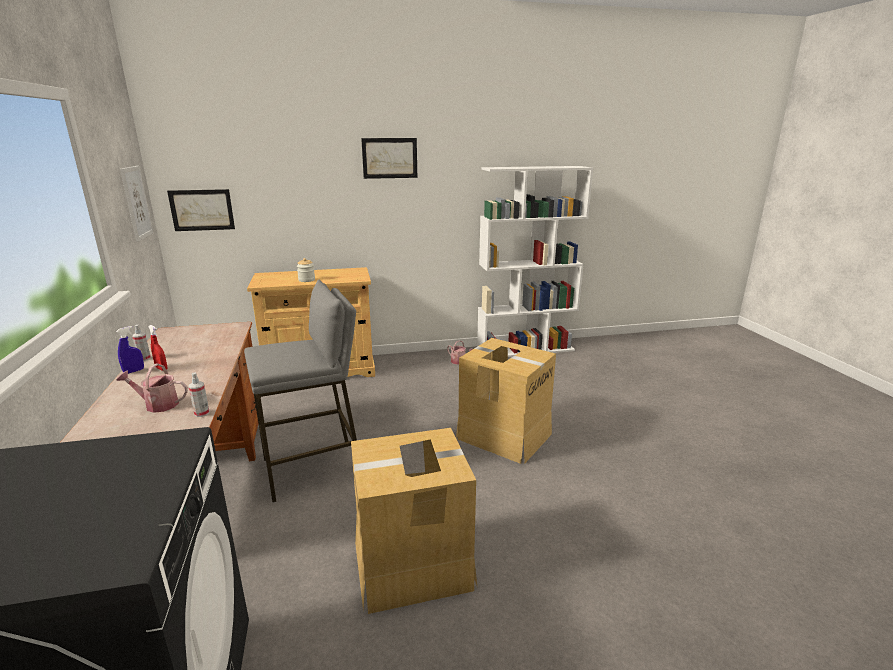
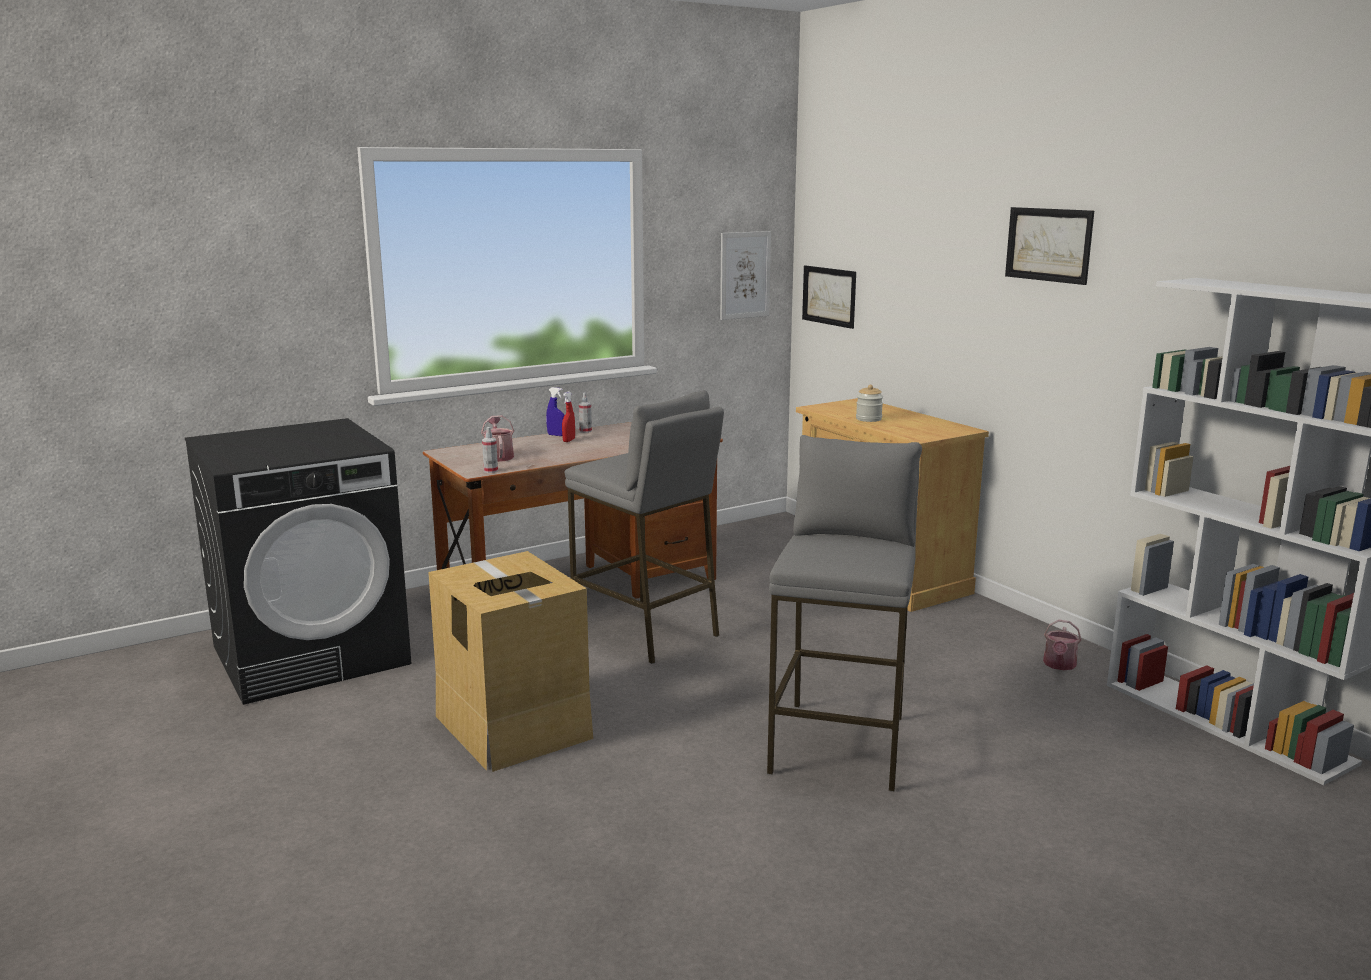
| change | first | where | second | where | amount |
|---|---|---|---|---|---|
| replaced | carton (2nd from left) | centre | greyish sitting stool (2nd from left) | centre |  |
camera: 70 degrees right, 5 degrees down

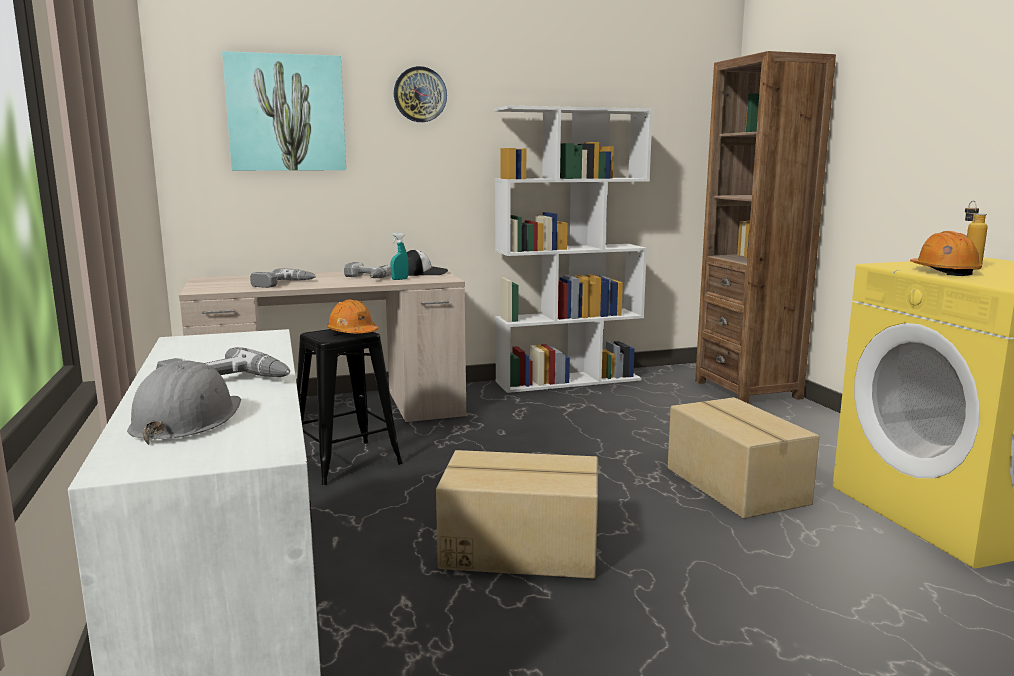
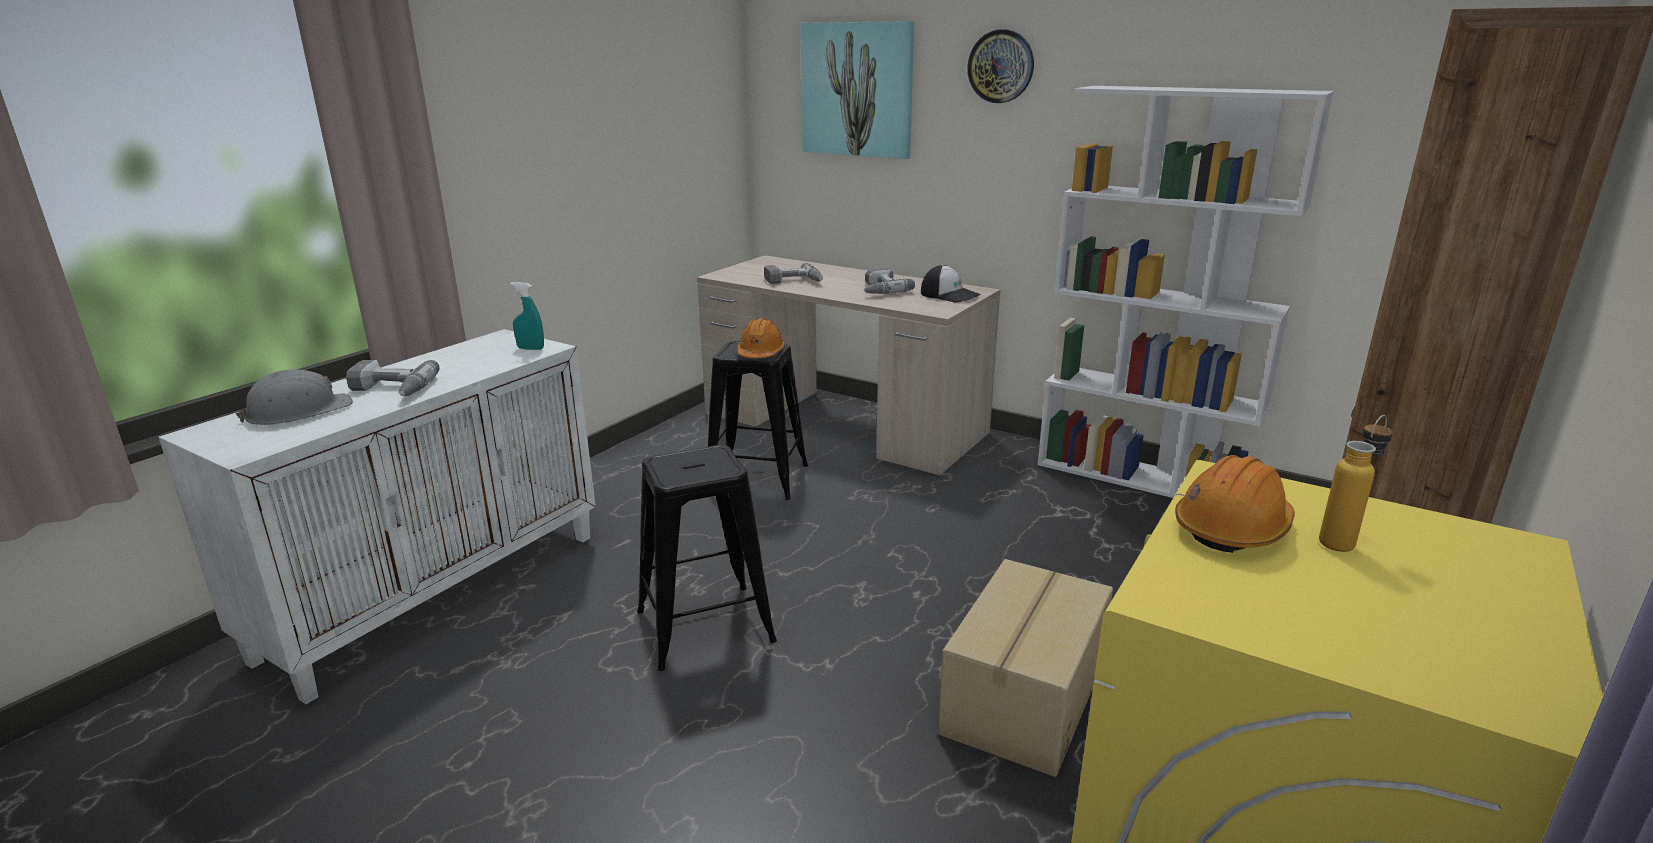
| change | first | where | second | where | amount |
|---|---|---|---|---|---|
| moved | turquoise-coloured hand sprayer | centre |  | middle left |  |
| replaced | carton (1st from left) | bottom centre | black-coloured sitting stool (1st from left) | centre |  |
camera: 50 degrees right, 10 degrees up

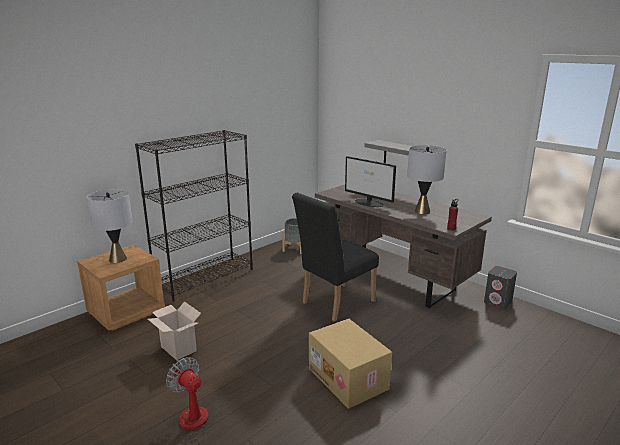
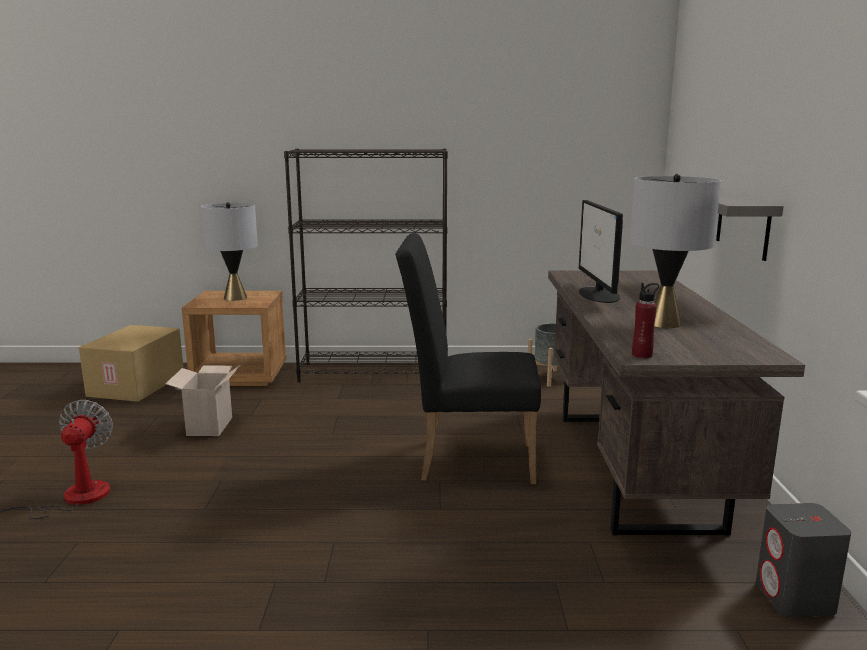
| change | first | where | second | where | amount |
|---|---|---|---|---|---|
| moved | carton (2nd from left in the first image) | bottom centre | carton (1st from left) | middle left |  |
camera: 45 degrees right, 5 degrees down

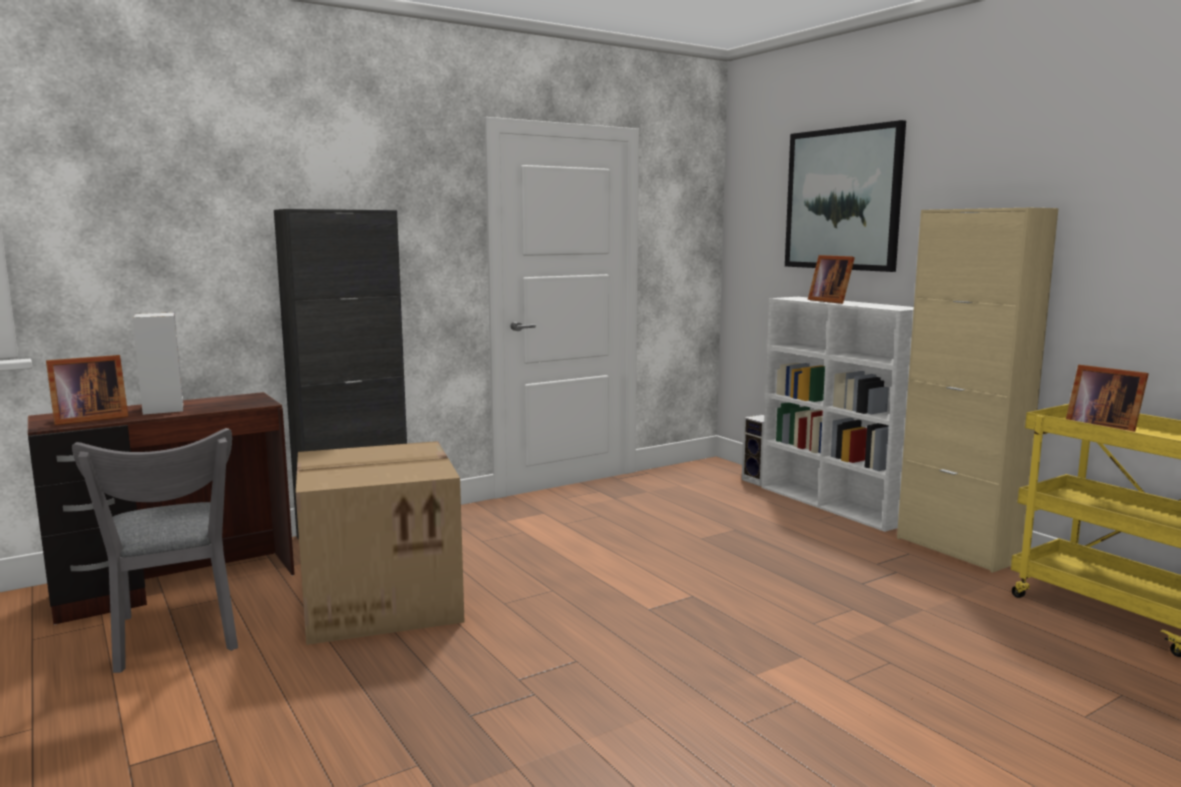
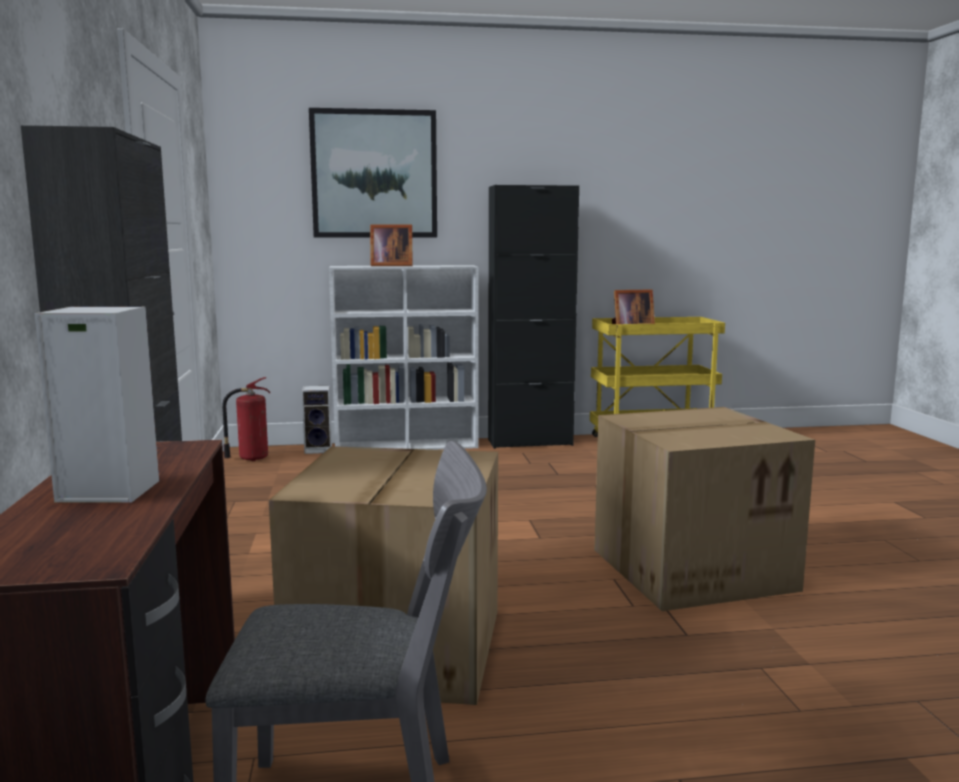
| change | first | where | second | where | amount |
|---|---|---|---|---|---|
| added |  |  | extinguisher | middle left |  |
| recoloured | sand-coloured storage cabinet | middle right | black-coloured storage cabinet (2nd from left) | centre |  |
| added |  |  | carton (2nd from left) | middle right |  |
| removed | standing frame (1st from left) | middle left |  |  |  |
camera: 65 degrees left, 0 degrees up

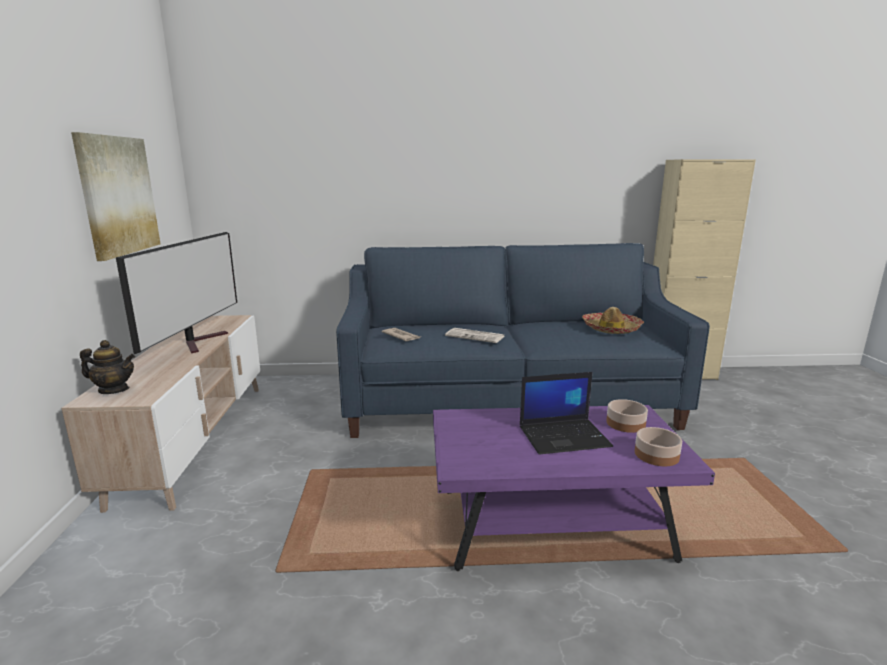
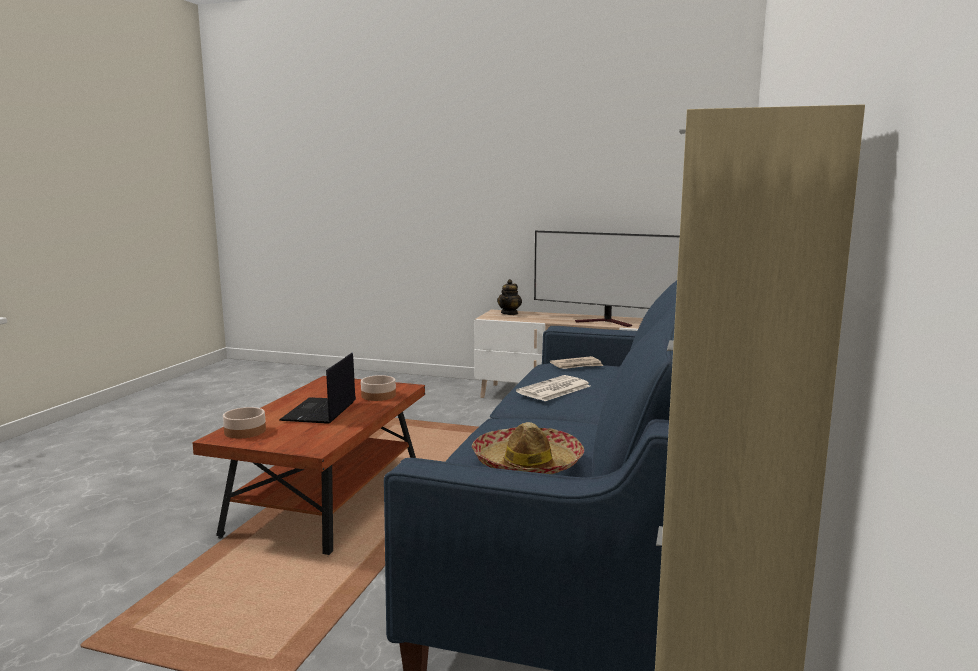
| change | first | where | second | where | amount |
|---|---|---|---|---|---|
| recoloured | purplish lounge table | bottom centre | brown lounge table | bottom left |  |
| moved | deep dish (1st from left in the first image) | middle right | deep dish (2nd from left) | centre |  |
| removed | wall picture | top left |  |  |  |
camera: 110 degrees right, 5 degrees down

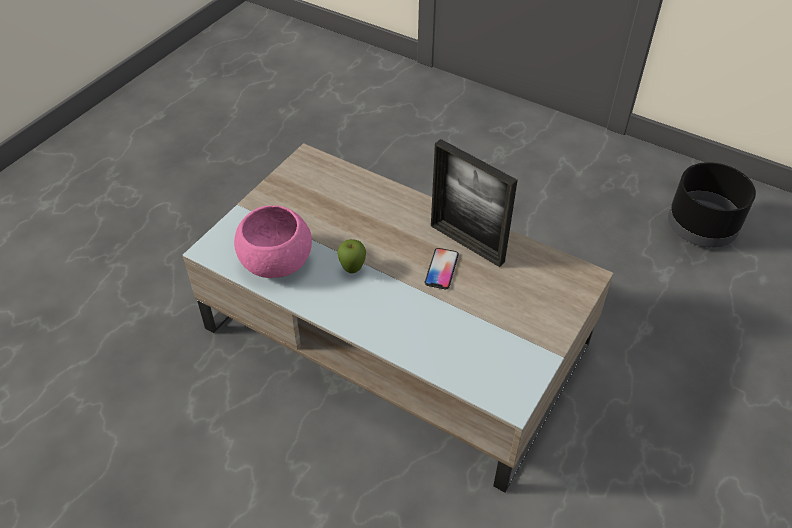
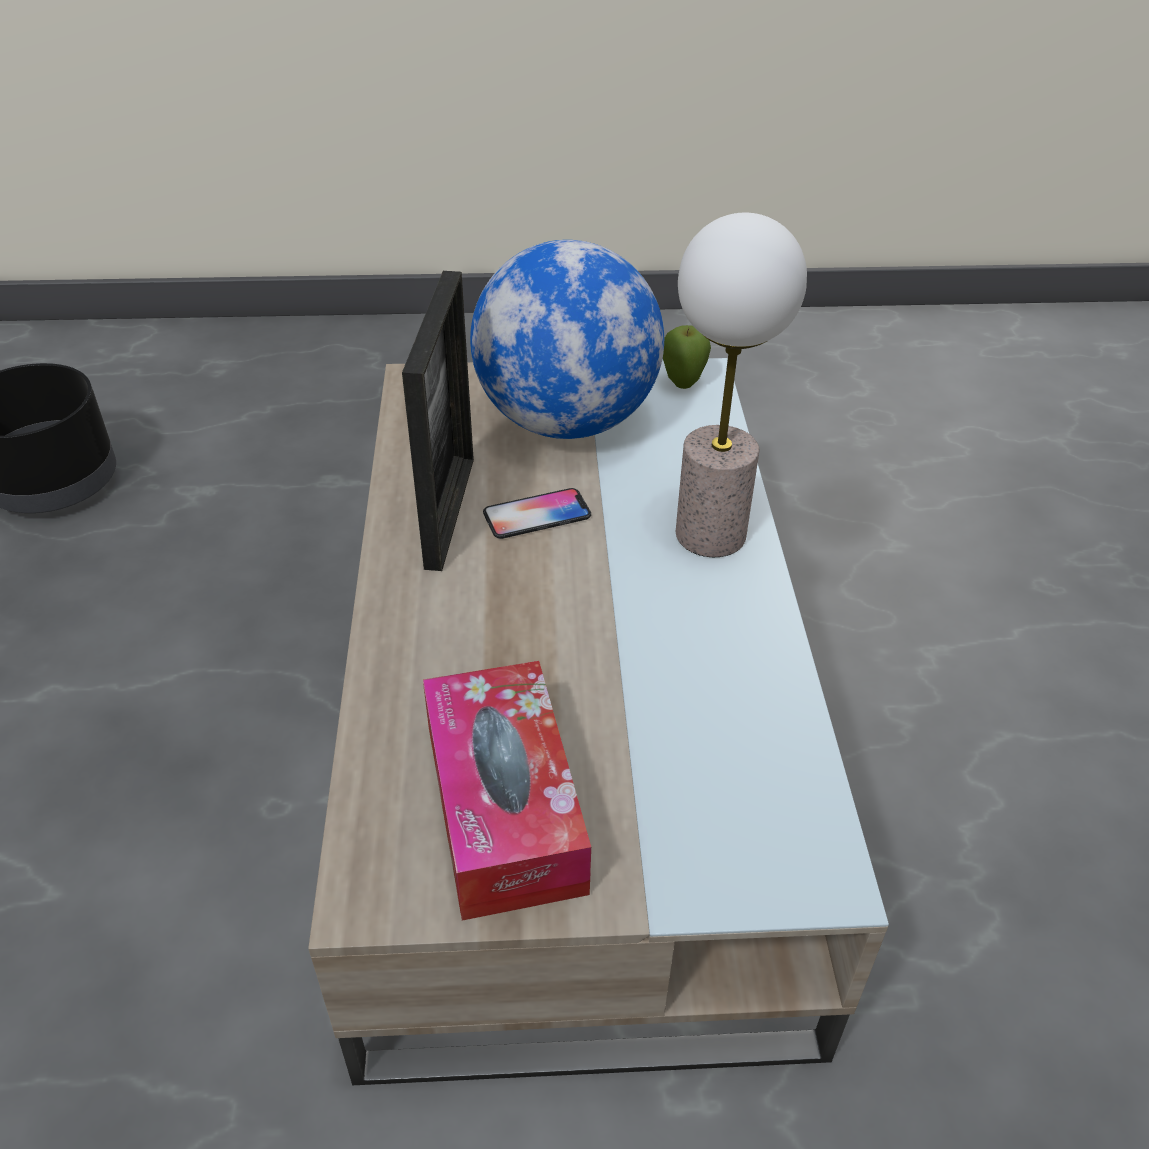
| change | first | where | second | where | amount |
|---|---|---|---|---|---|
| added |  |  | tissue box | bottom centre |  |
| added |  |  | globe | top centre |  |
| moved | apple | centre |  | top centre |  |
| added |  |  | table lamp | centre |  |
| removed | pink deep dish | centre |  |  |  |
camera: 125 degrees left, 5 degrees down

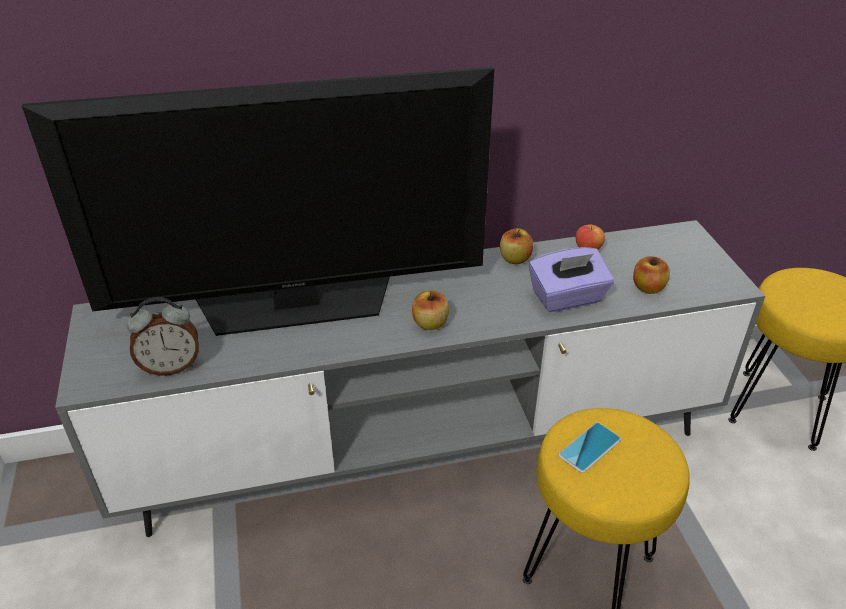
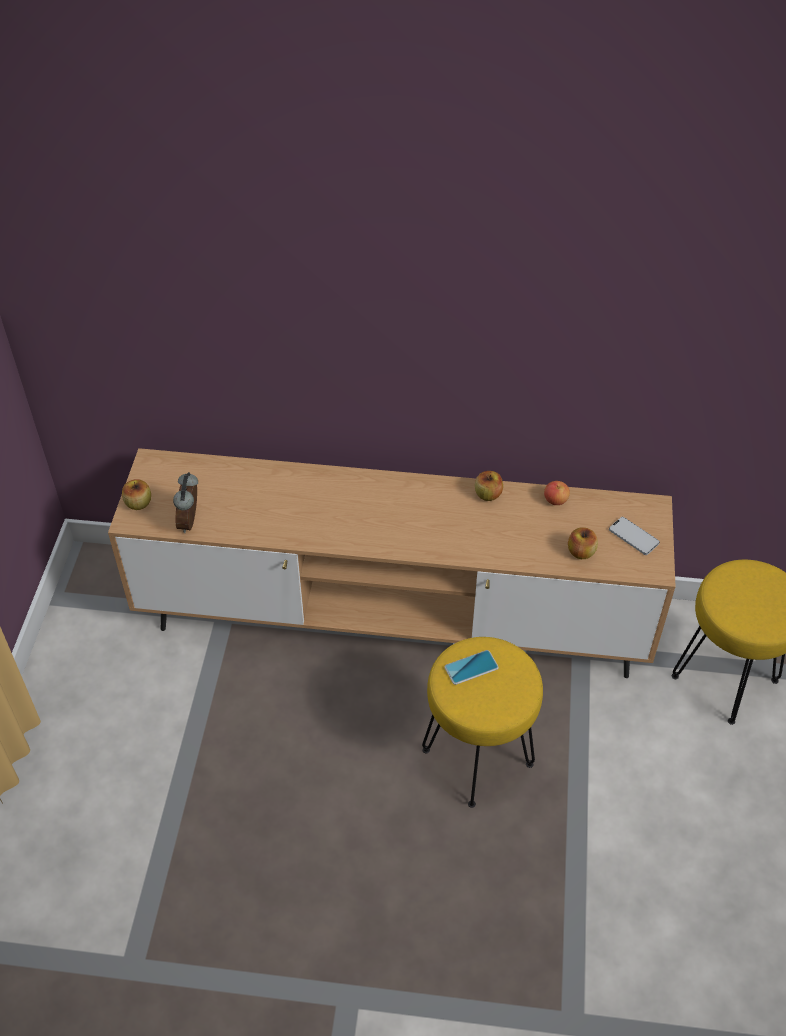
| change | first | where | second | where | amount |
|---|---|---|---|---|---|
| recoloured | greyish media console | centre | brown media console | centre |  |
| moved | apple (1st from left) | centre |  | middle left |  |
| turned | alarm clock | middle left |  | middle left | 90 degrees clockwise |
| added |  |  | telephone (2nd from left) | middle right |  |
| removed | TV | top left |  |  |  |
| removed | purplish tissue box | middle right |  |  |  |
camera: 20 degrees right, 10 degrees up

